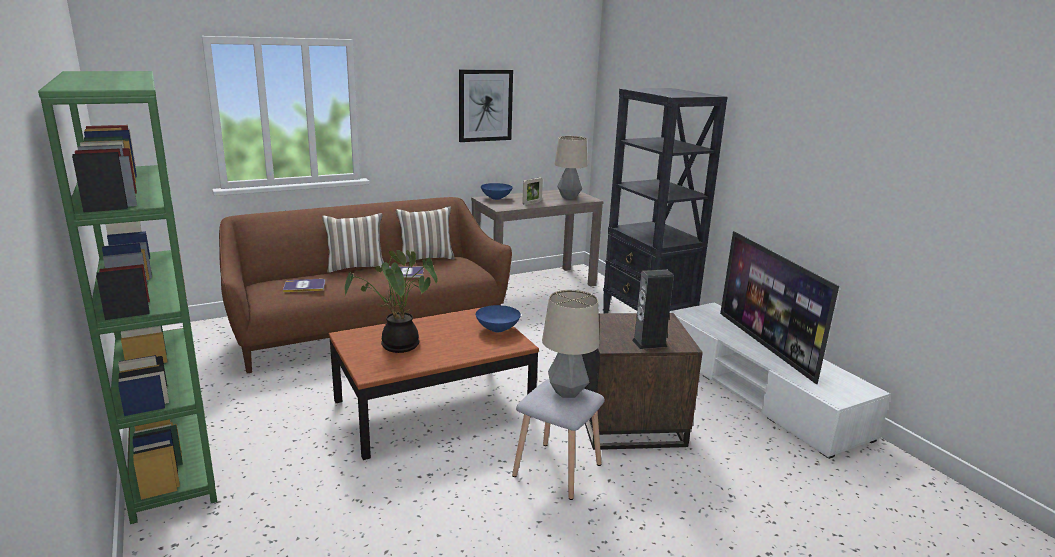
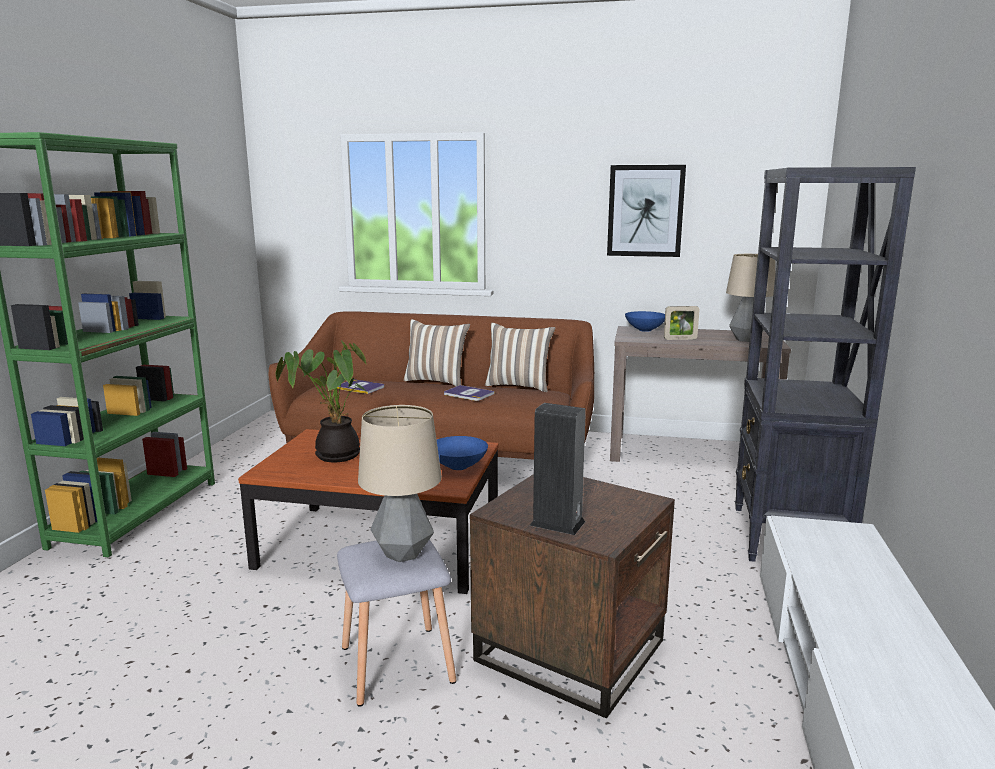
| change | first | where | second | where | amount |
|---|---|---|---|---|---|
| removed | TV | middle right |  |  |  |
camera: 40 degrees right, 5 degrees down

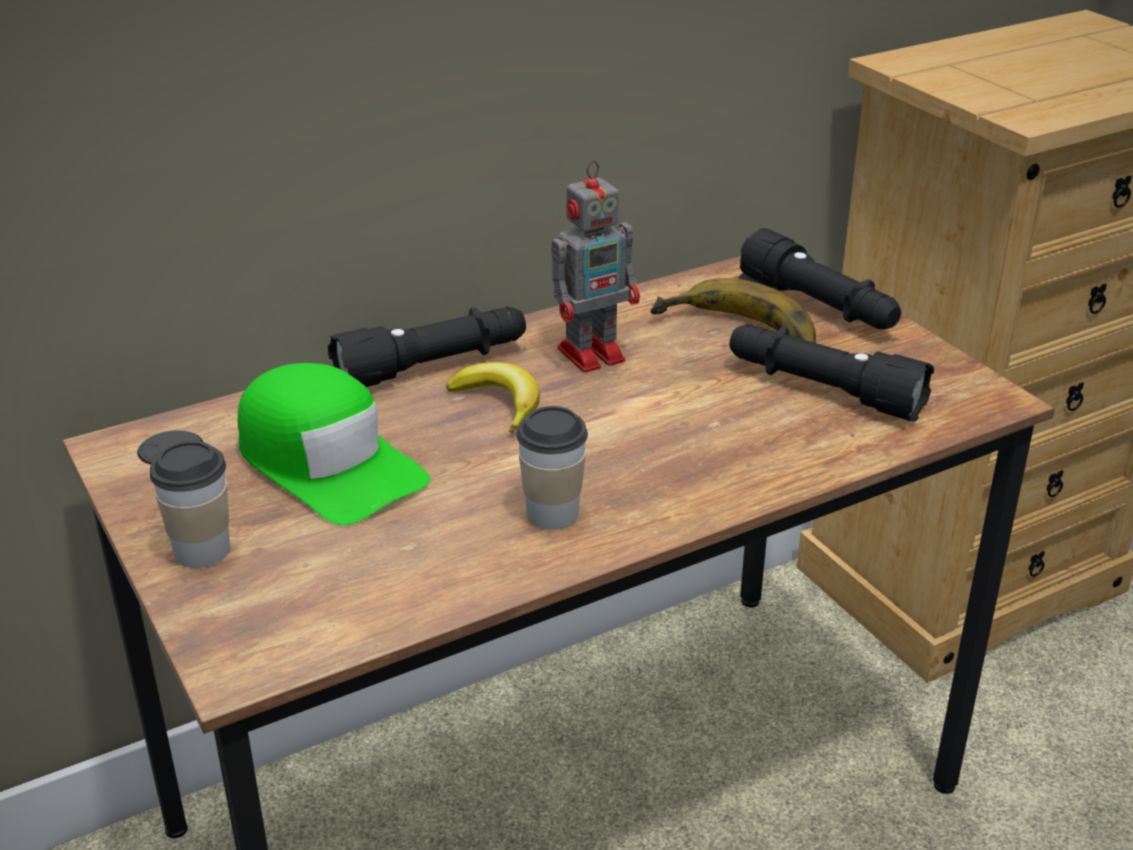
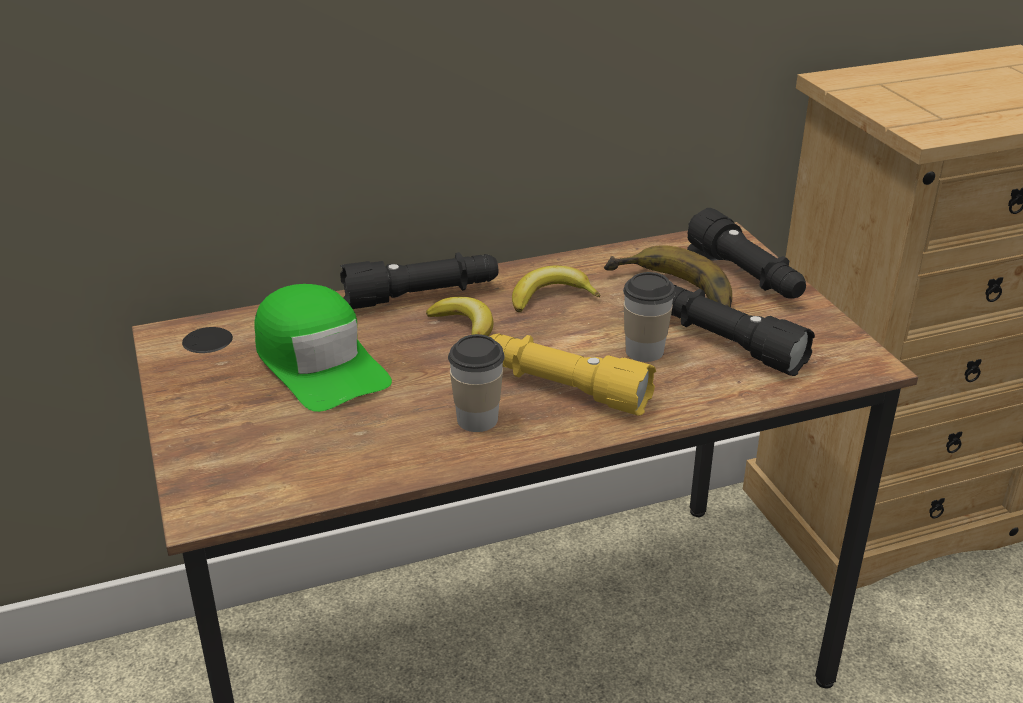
| change | first | where | second | where | amount |
|---|---|---|---|---|---|
| added |  |  | yellow hand torch | centre |  |
| replaced | model robot | top centre | banana fruit (2nd from left) | centre |  |
| moved | drinking cup (1st from left in the first image) | middle left | drinking cup (2nd from left) | centre |  |
camera: 10 degrees right, 0 degrees up

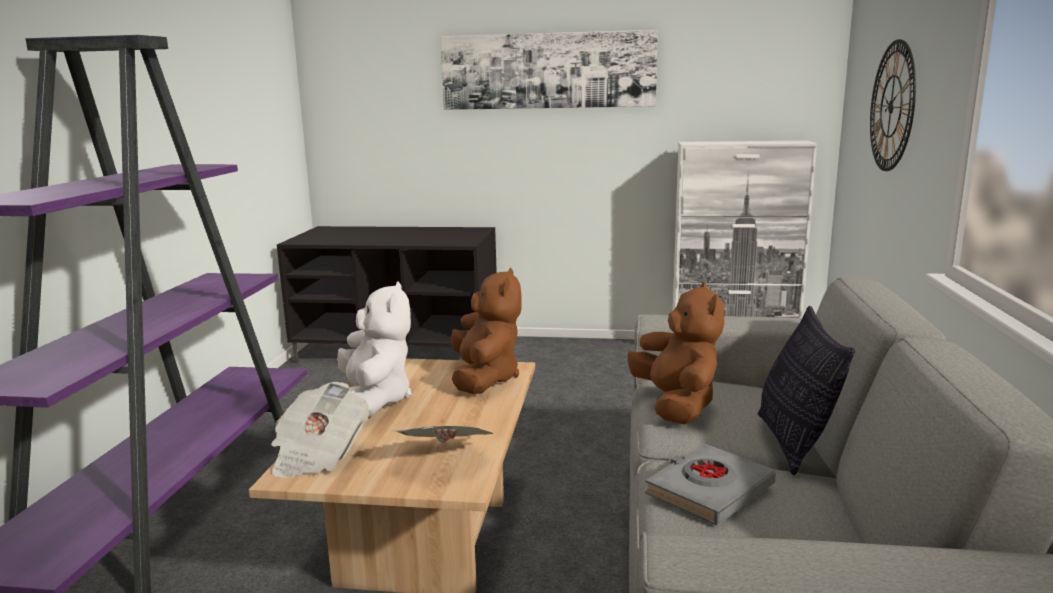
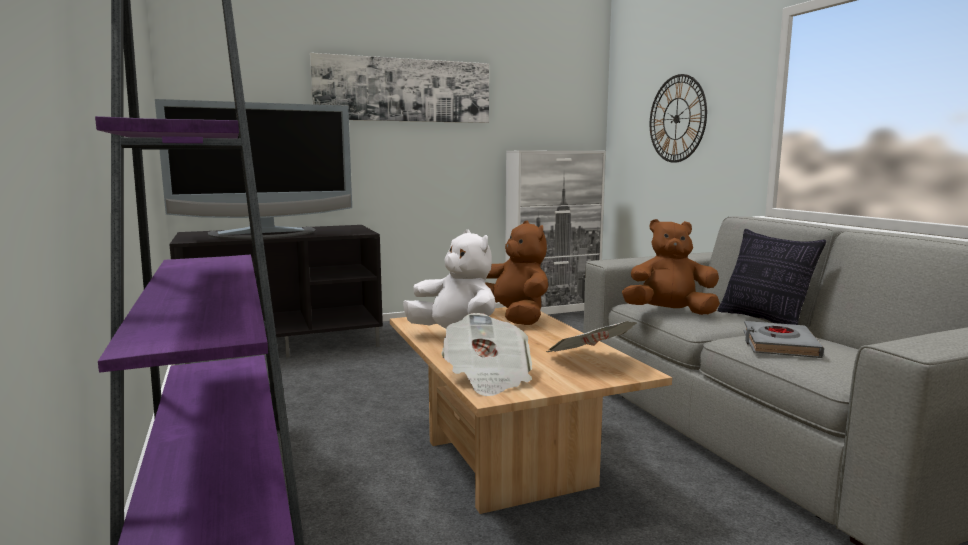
| change | first | where | second | where | amount |
|---|---|---|---|---|---|
| added |  |  | TV | top left |  |
| turned | brown cuddly toy (2nd from left) | centre |  | middle right | 45 degrees counterclockwise |
camera: 30 degrees left, 5 degrees down

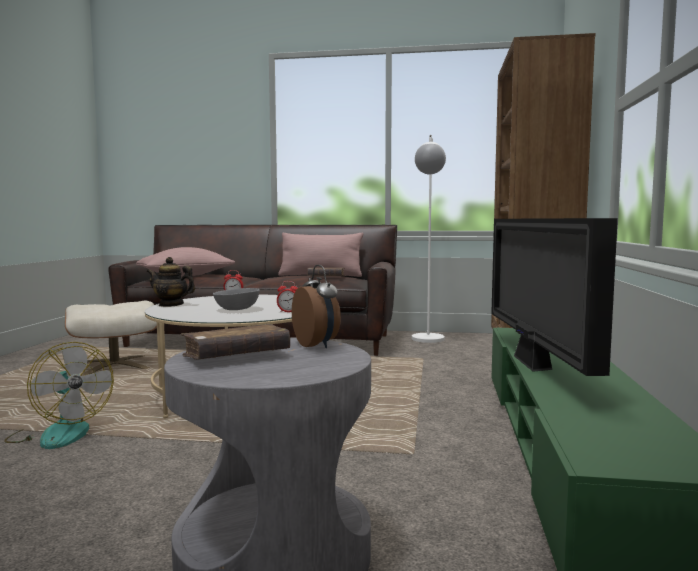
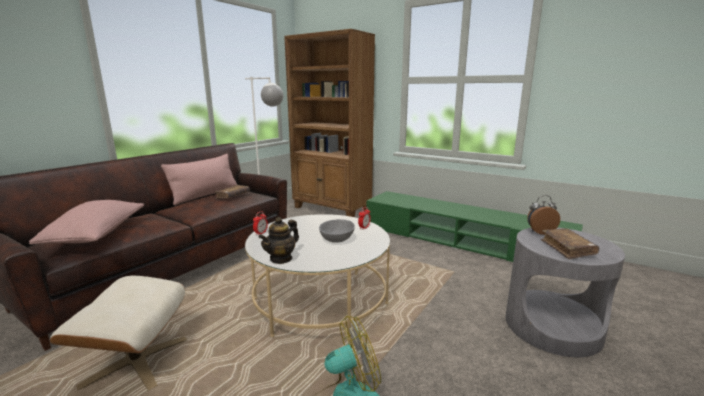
| change | first | where | second | where | amount |
|---|---|---|---|---|---|
| removed | TV | middle right |  |  |  |
camera: 65 degrees left, 10 degrees up

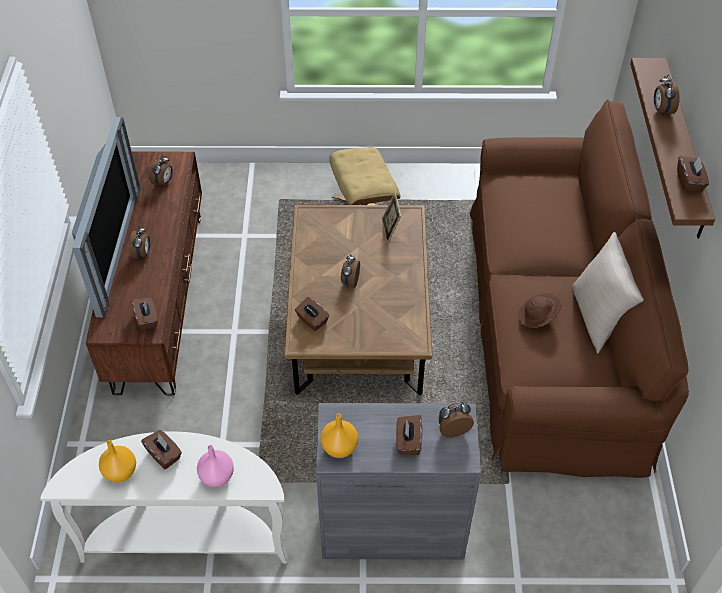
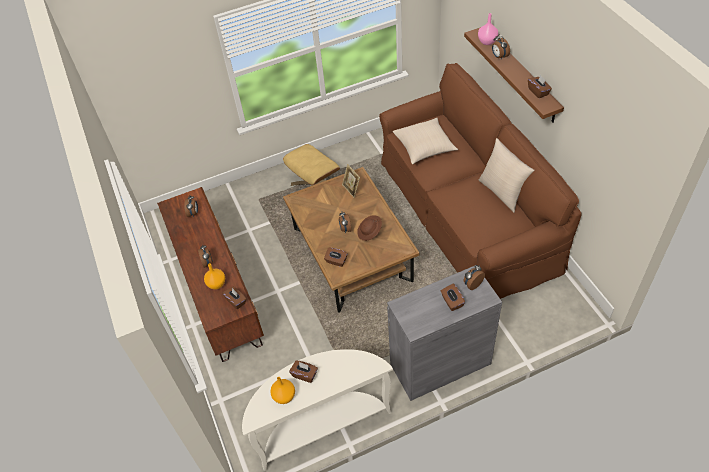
| change | first | where | second | where | amount |
|---|---|---|---|---|---|
| moved | orangey flower vase (2nd from left in the first image) | bottom centre | orangey flower vase (1st from left) | middle left |  |
| moved | brown hat | middle right |  | centre |  |
| added |  |  | sand-coloured pillow (1st from left) | top centre |  |
| moved | pink flower vase | bottom left |  | top right |  |
| removed | TV | middle left |  |  |  |
camera: 20 degrees left, 0 degrees up

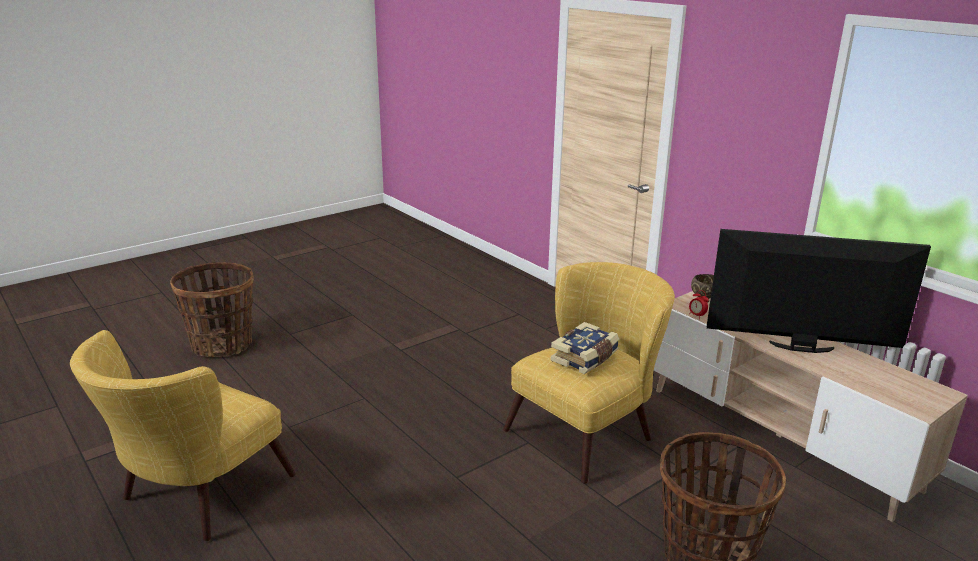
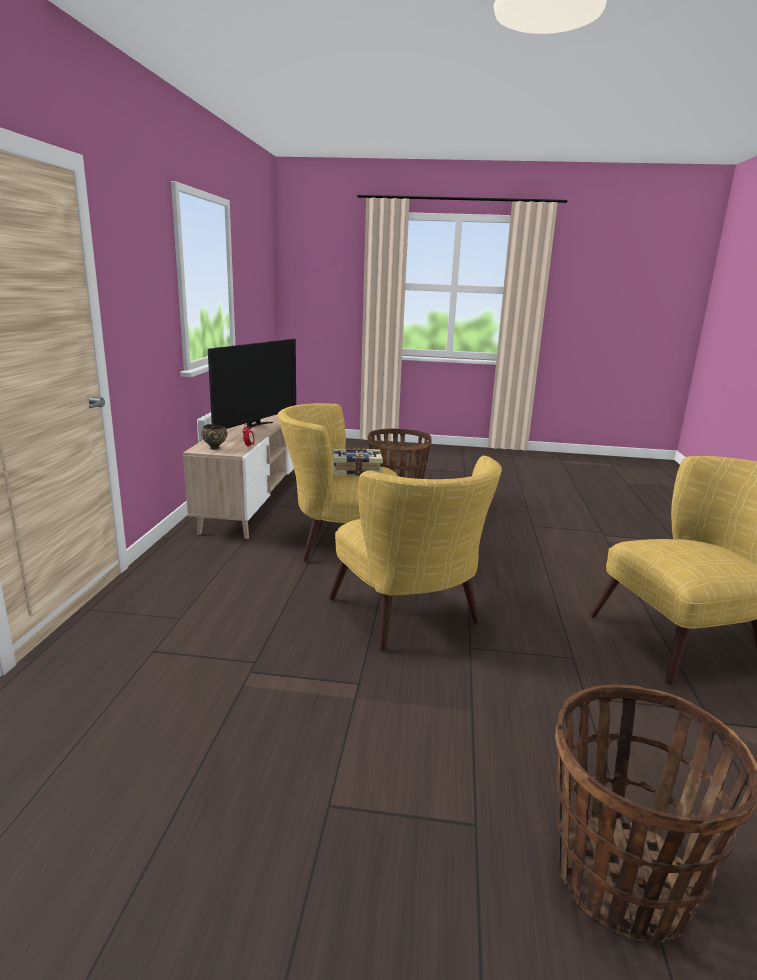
| change | first | where | second | where | amount |
|---|---|---|---|---|---|
| turned | TV | middle right |  | middle left | 120 degrees counterclockwise |
| added |  |  | yellow lounge chair (2nd from left) | centre |  |
camera: 135 degrees left, 5 degrees down

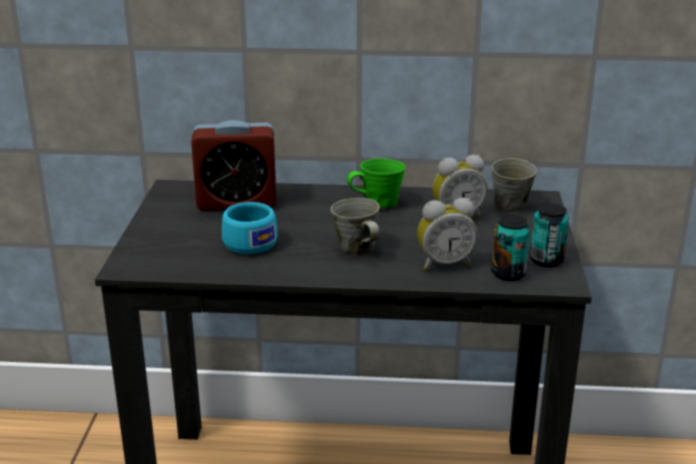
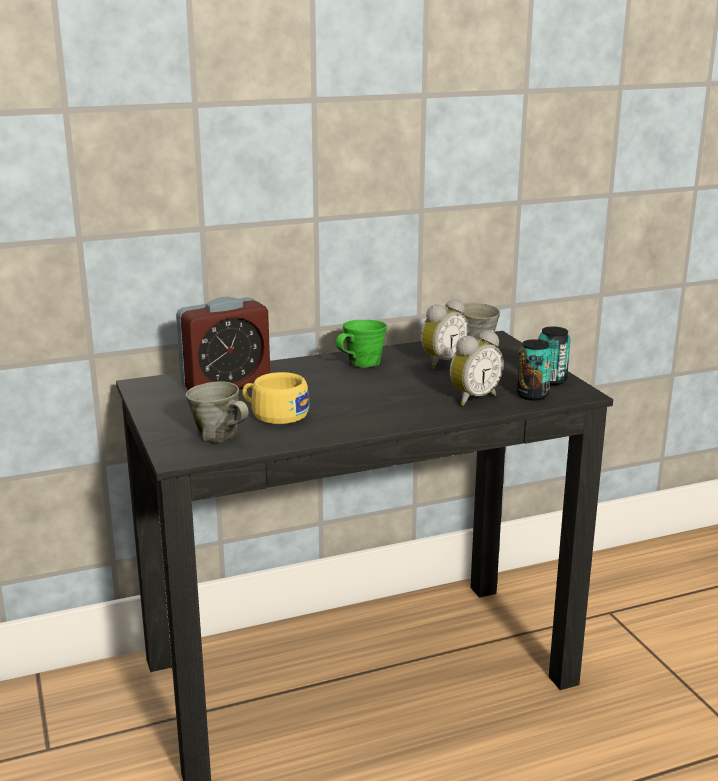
| change | first | where | second | where | amount |
|---|---|---|---|---|---|
| moved | greyish coffee mug (1st from left) | centre |  | middle left |  |
| recoloured | turquoise-coloured drinking cup | centre | yellow drinking cup | centre |  |
camera: 25 degrees left, 5 degrees down

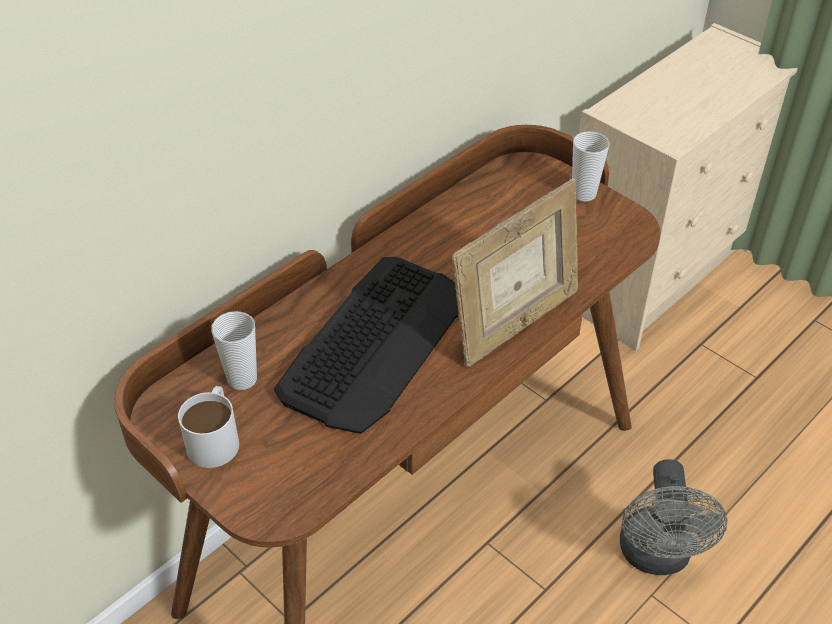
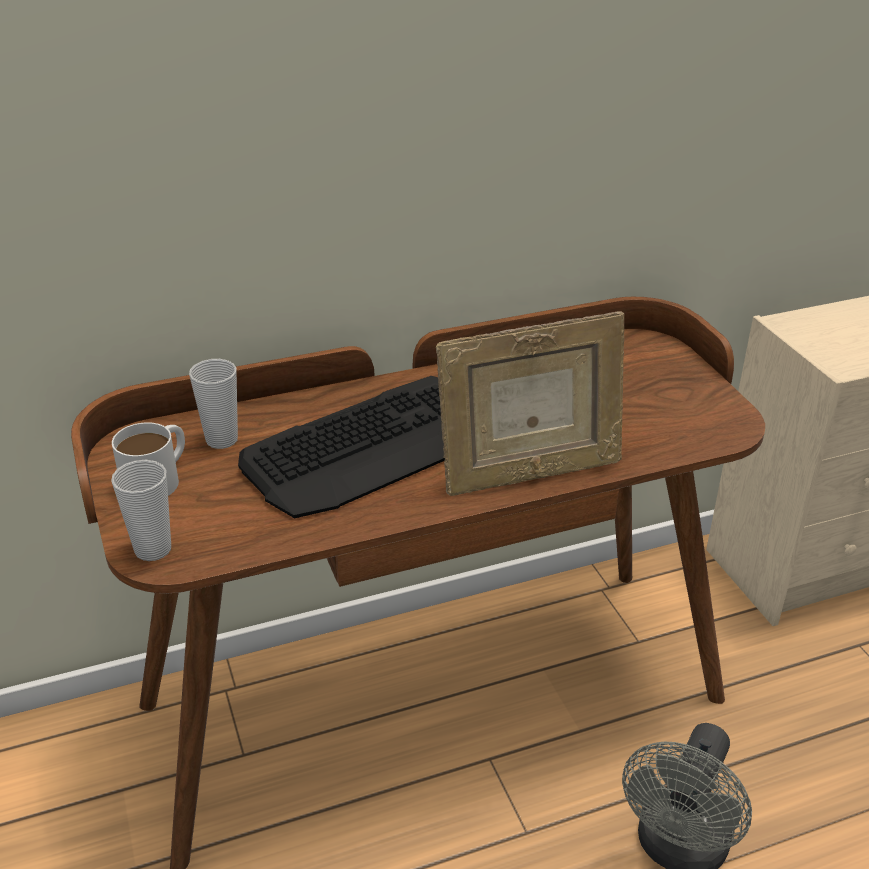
| change | first | where | second | where | amount |
|---|---|---|---|---|---|
| moved | drinking cup (2nd from left in the first image) | top right | drinking cup (1st from left) | middle left |  |
camera: 25 degrees right, 10 degrees down

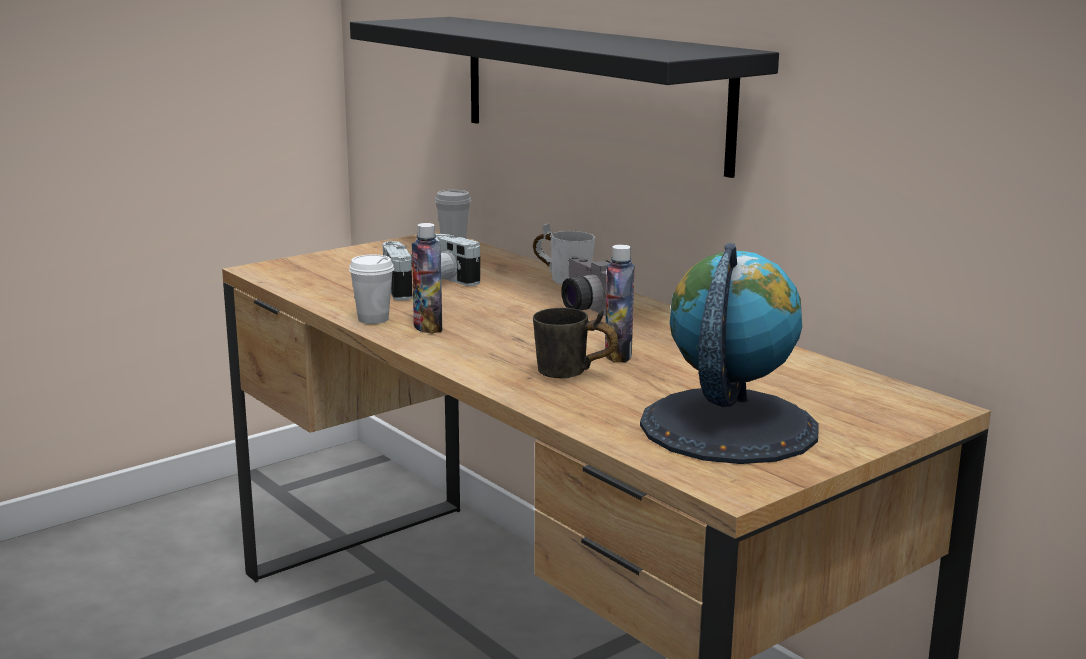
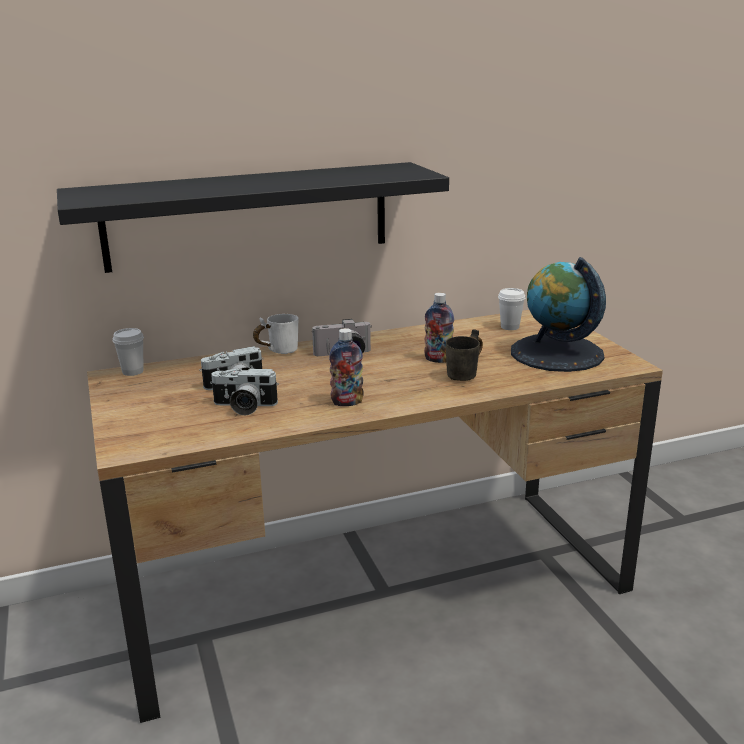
| change | first | where | second | where | amount |
|---|---|---|---|---|---|
| moved | white drinking cup (1st from left in the first image) | centre | white drinking cup (2nd from left) | middle right |  |
camera: 70 degrees left, 5 degrees up

